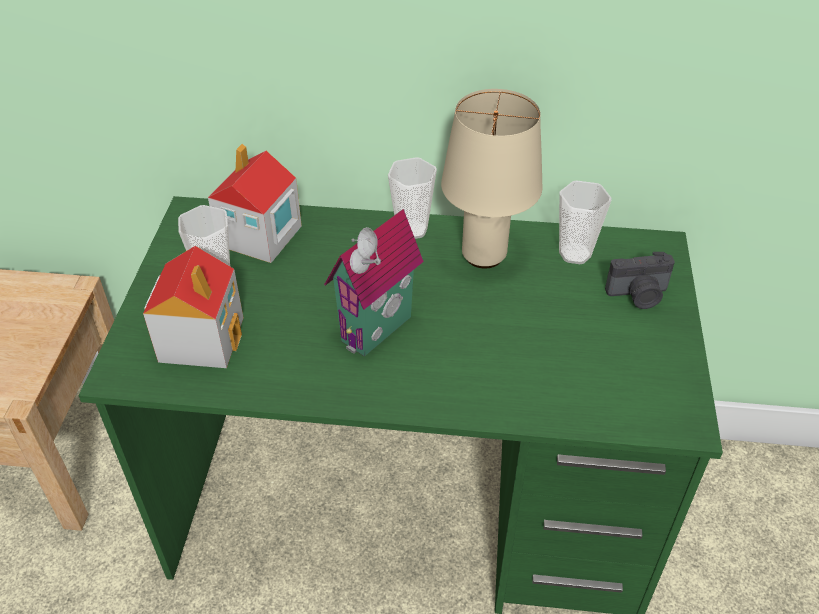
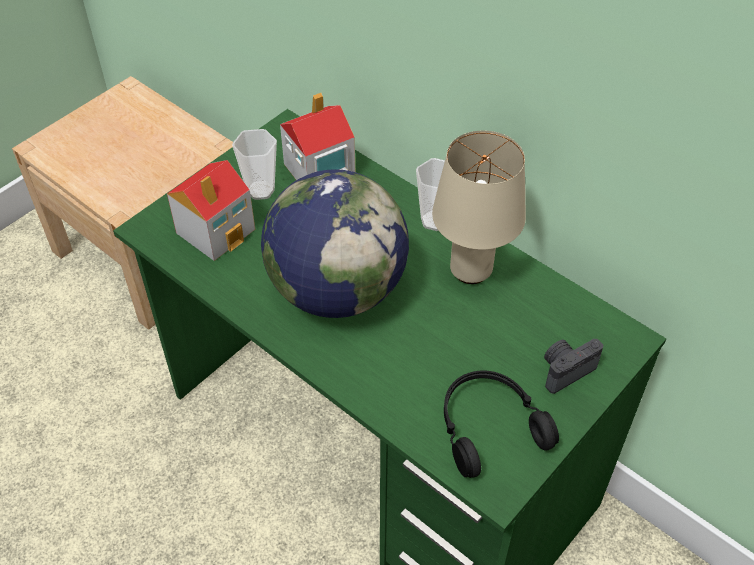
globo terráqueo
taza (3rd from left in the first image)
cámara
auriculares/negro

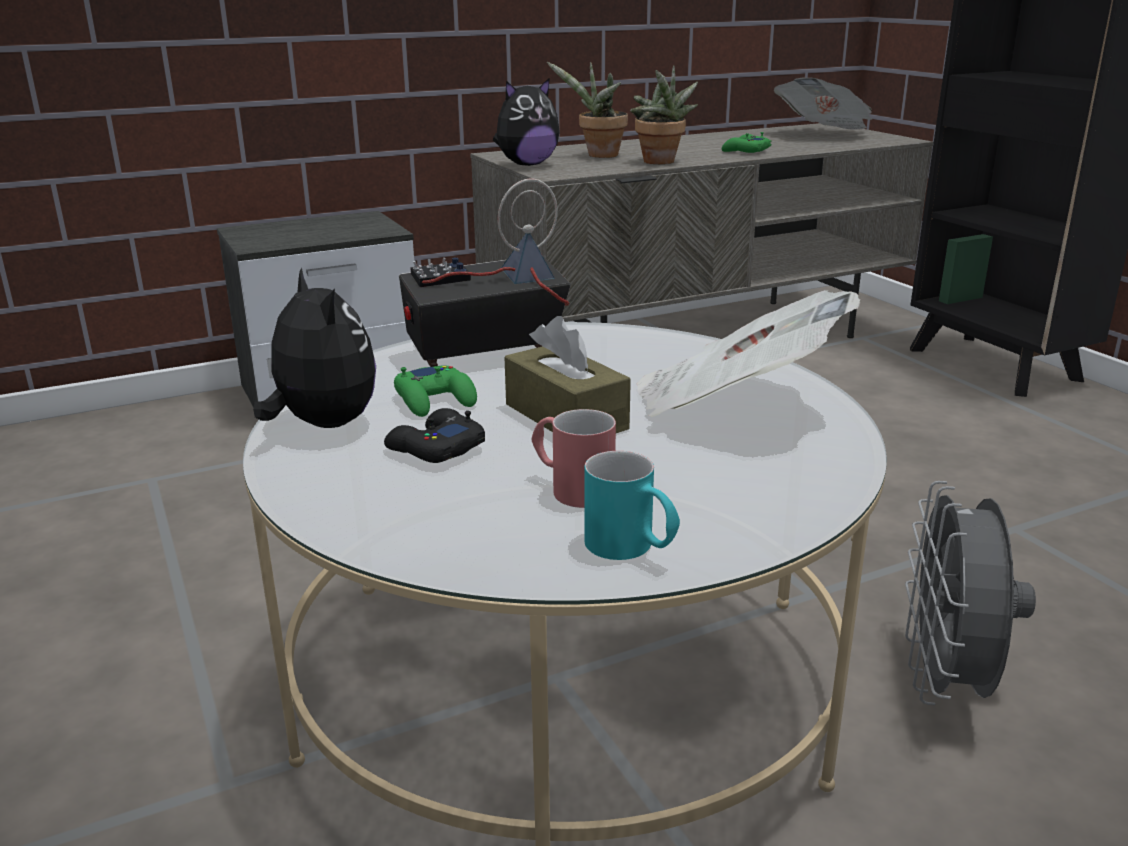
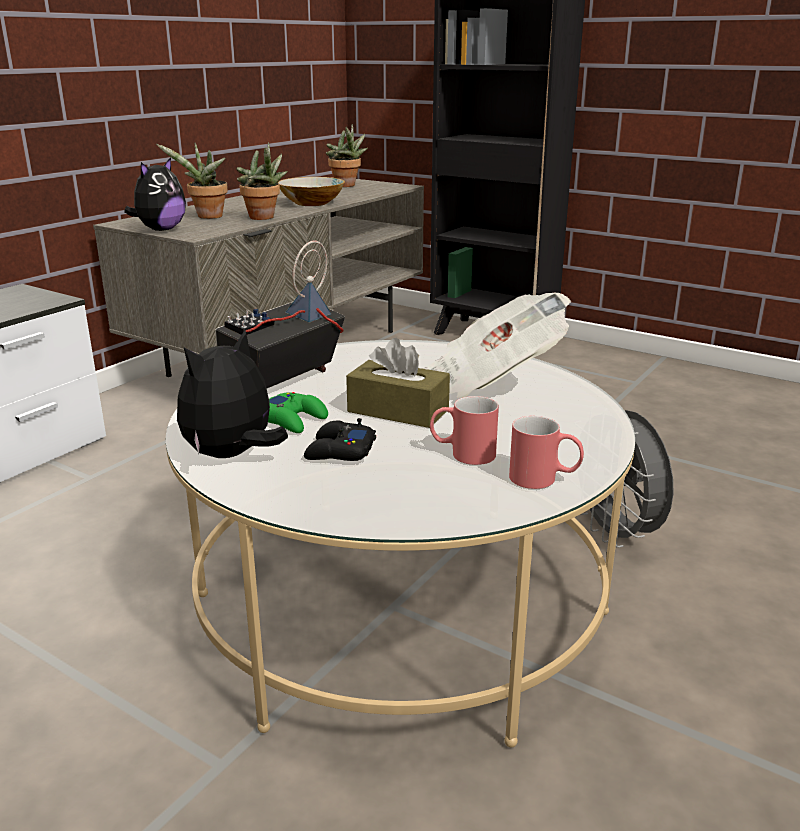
peluche (2nd from left)
taza grande/rojo (2nd from left)
cuenco
planta en maceta (3rd from left)

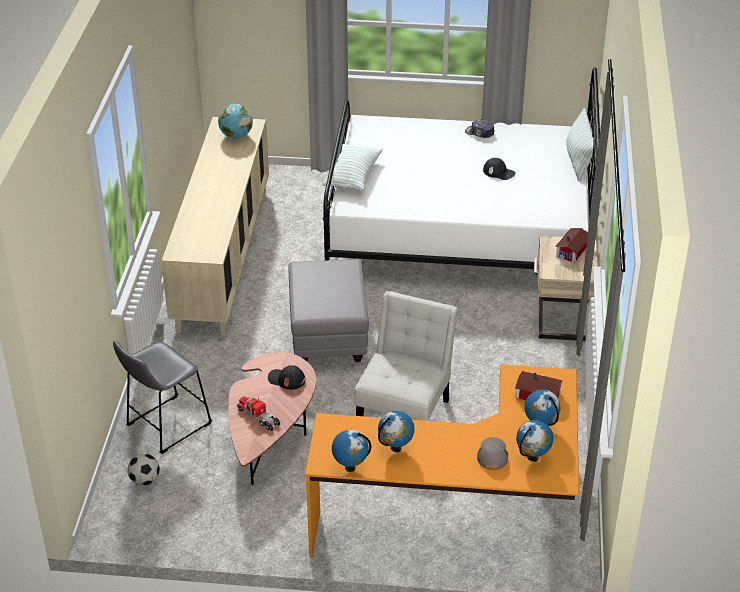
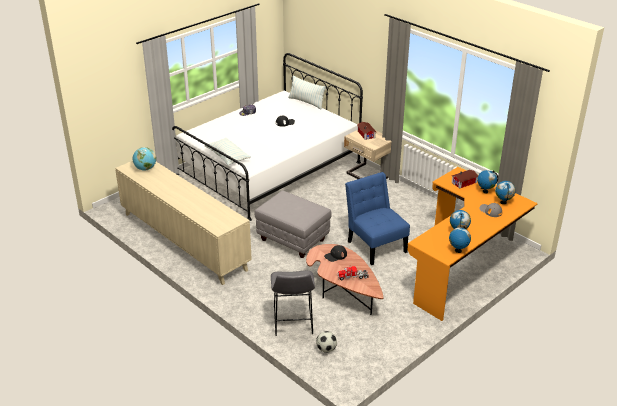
silla/azul

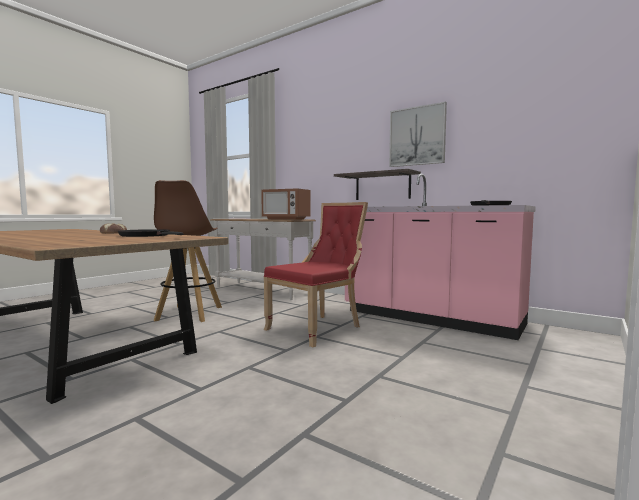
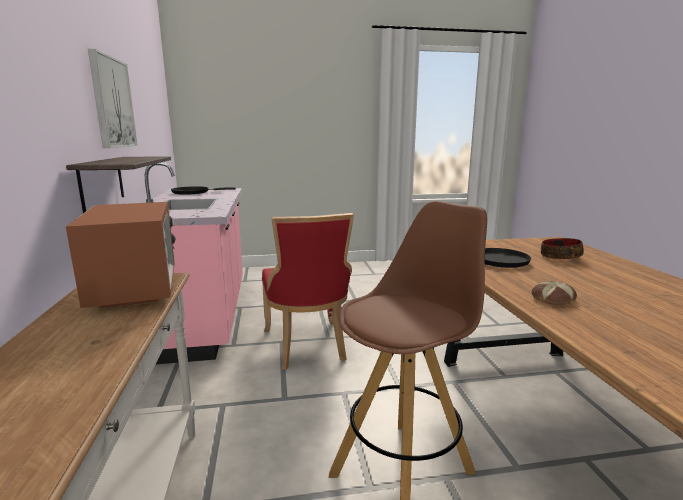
silla/rojo
cuenco

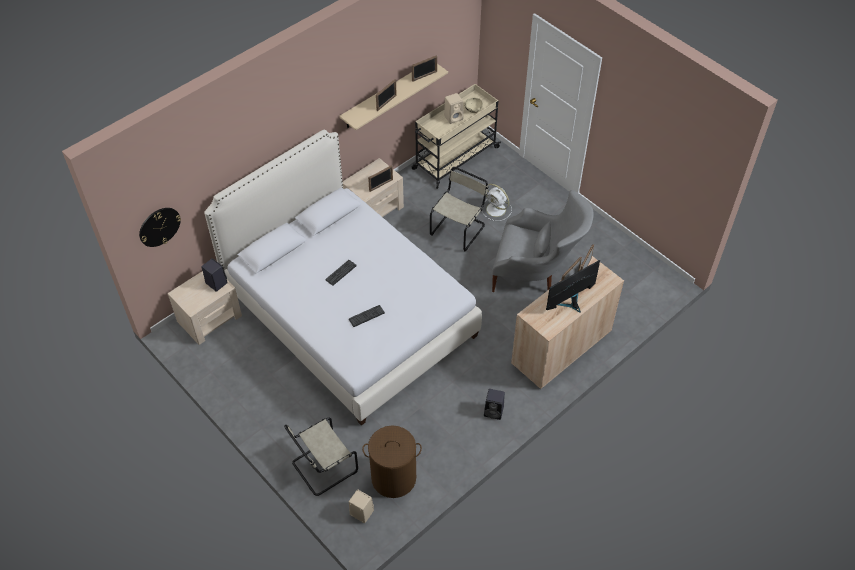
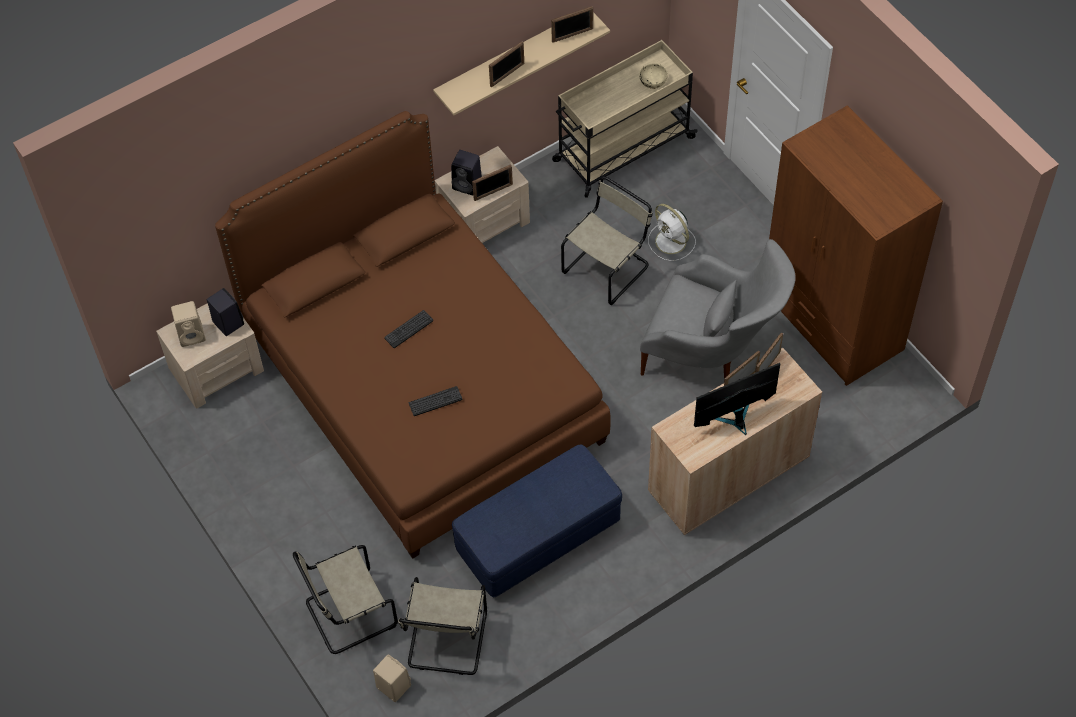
reloj de pared
cama/marrón
silla/beis (2nd from left)
altavoz/beis (1st from left)
altavoz/negro (2nd from left)
puf/azul
armario ropero/marrón

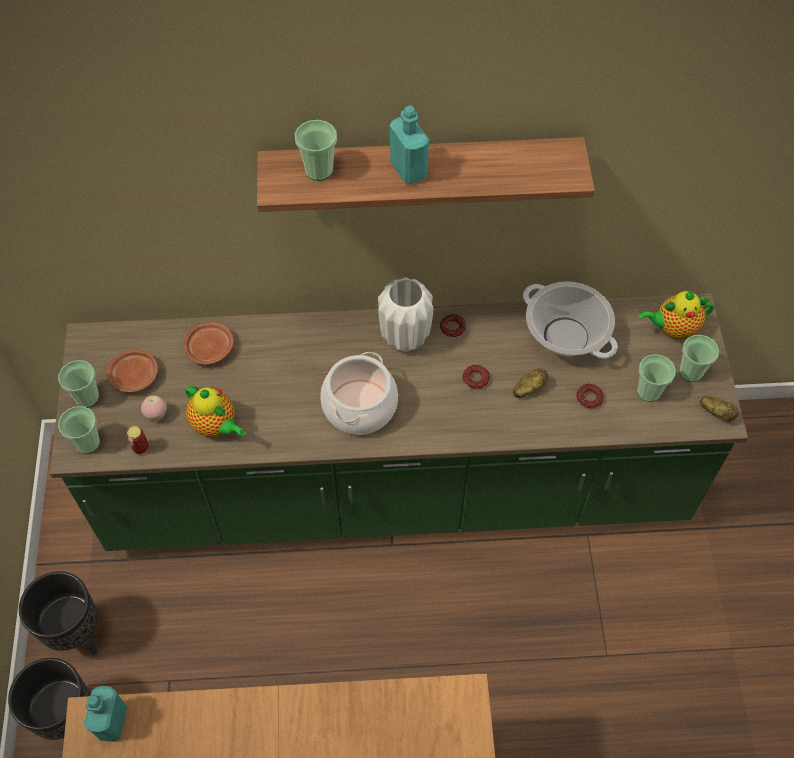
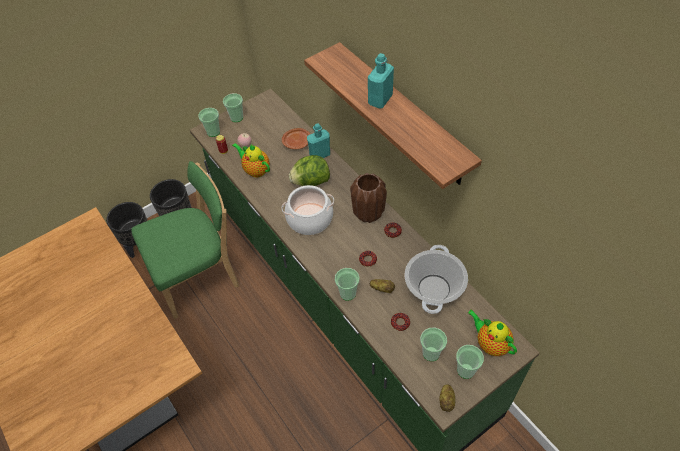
botella/turquesa (1st from left)
plato/marrón (1st from left in the first image)
tetera (1st from left)
taza (3rd from left)
florero/marrón
silla/verde
lechuga

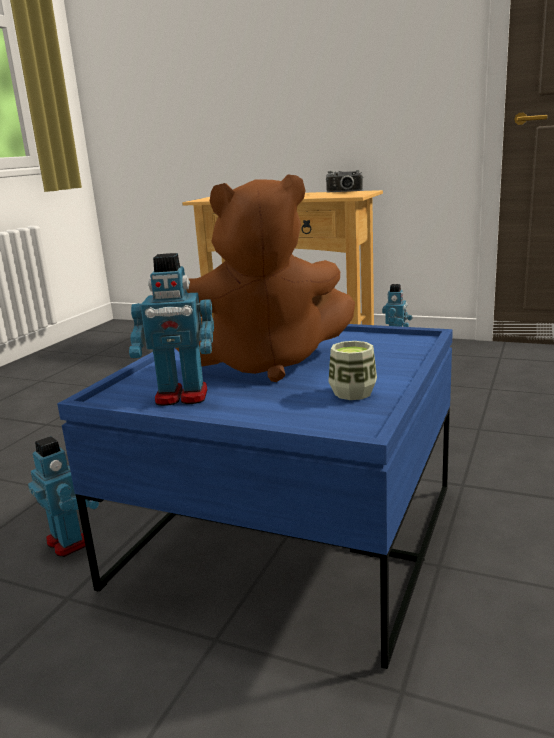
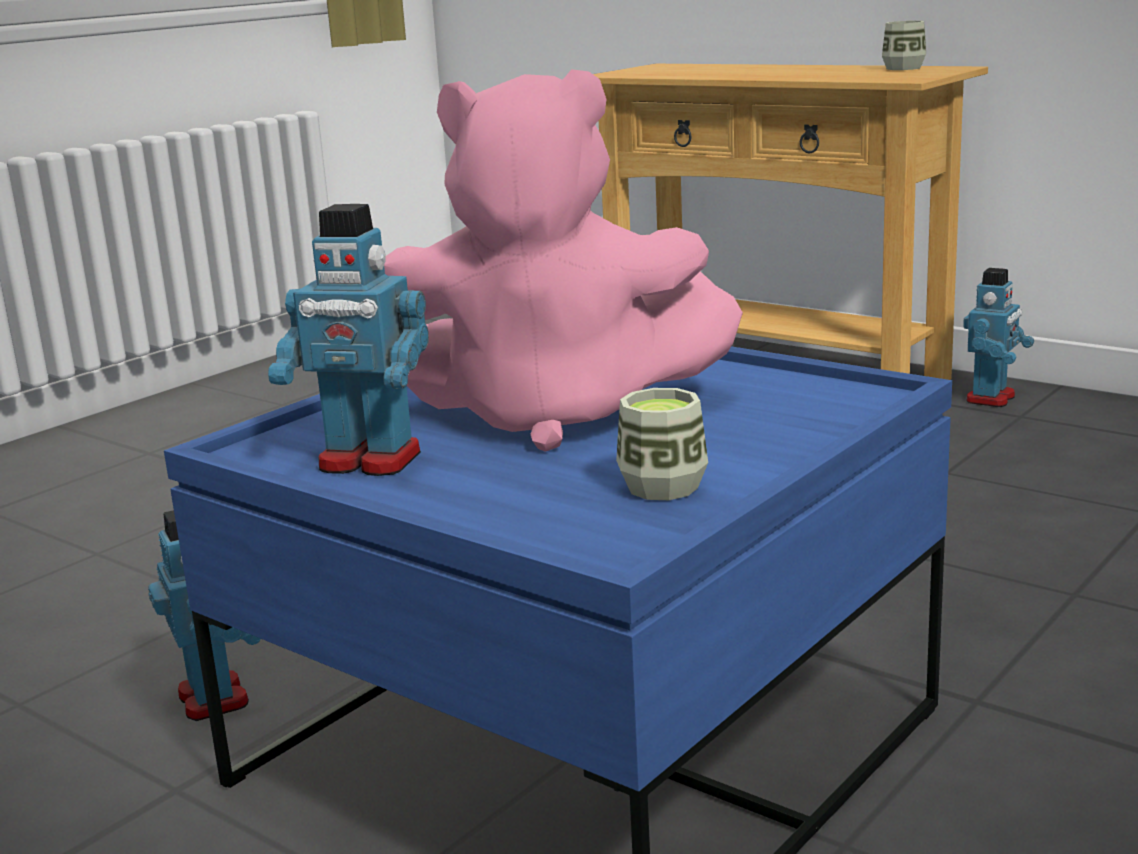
peluche/rosa
taza (2nd from left)

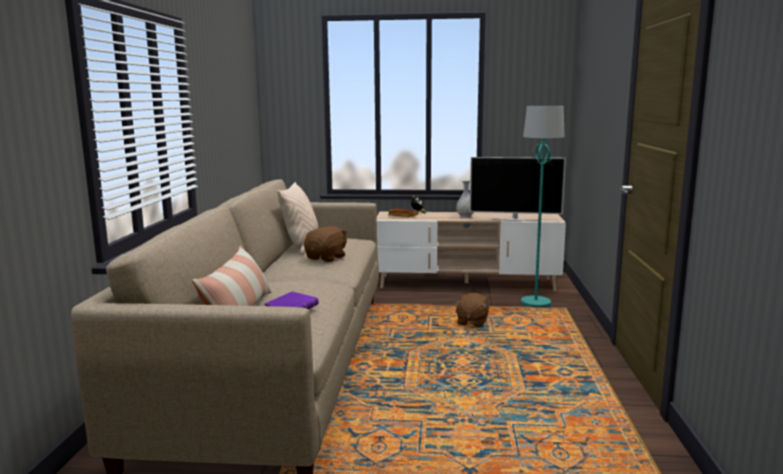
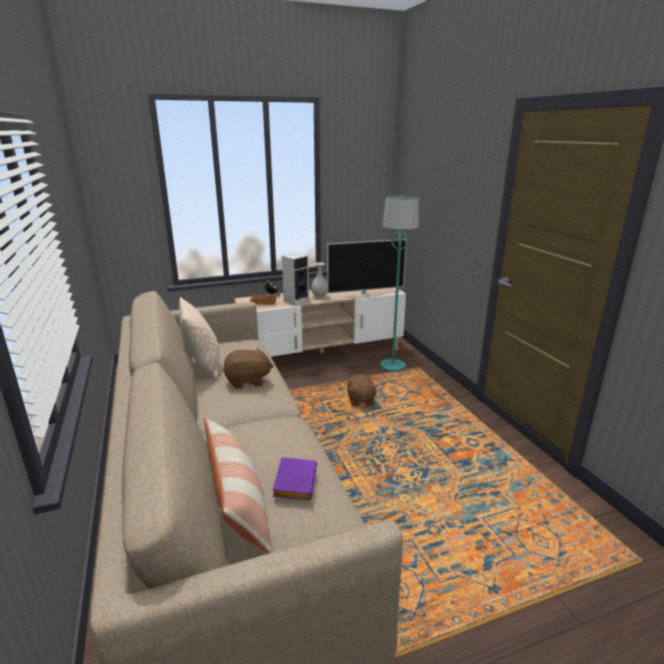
peluche/marrón (1st from left)
altavoz

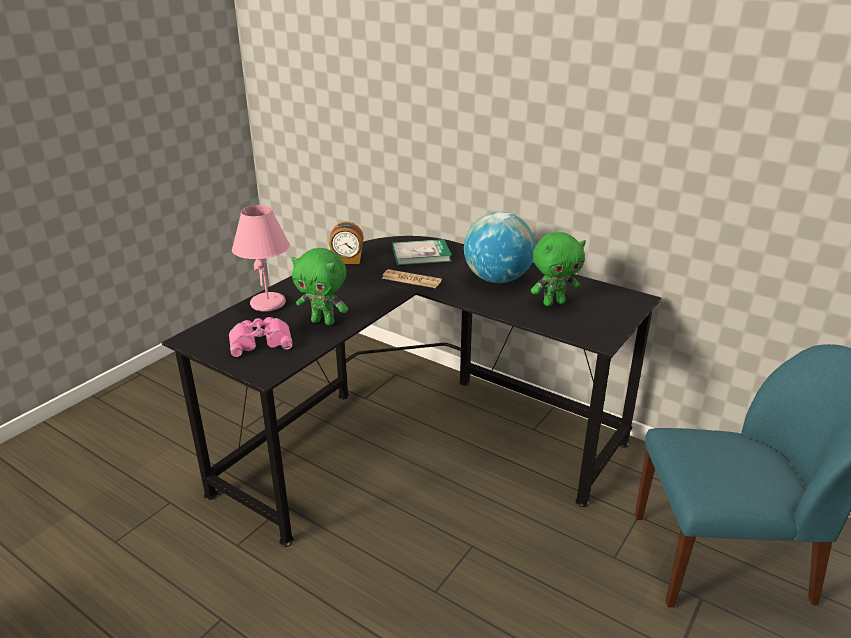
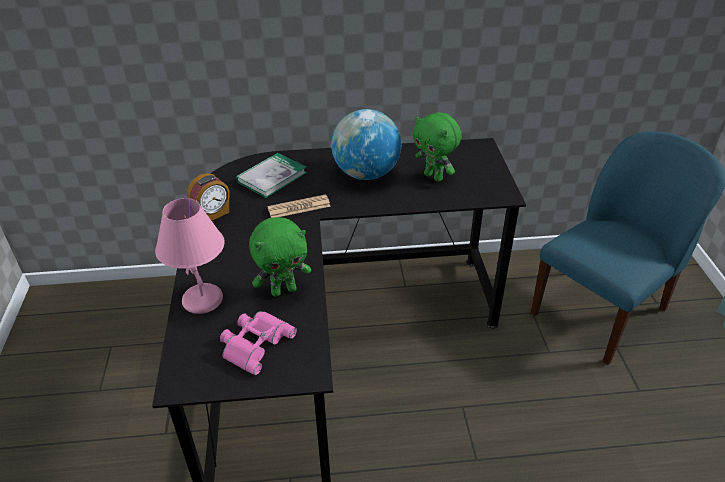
peluche/verde (2nd from left)

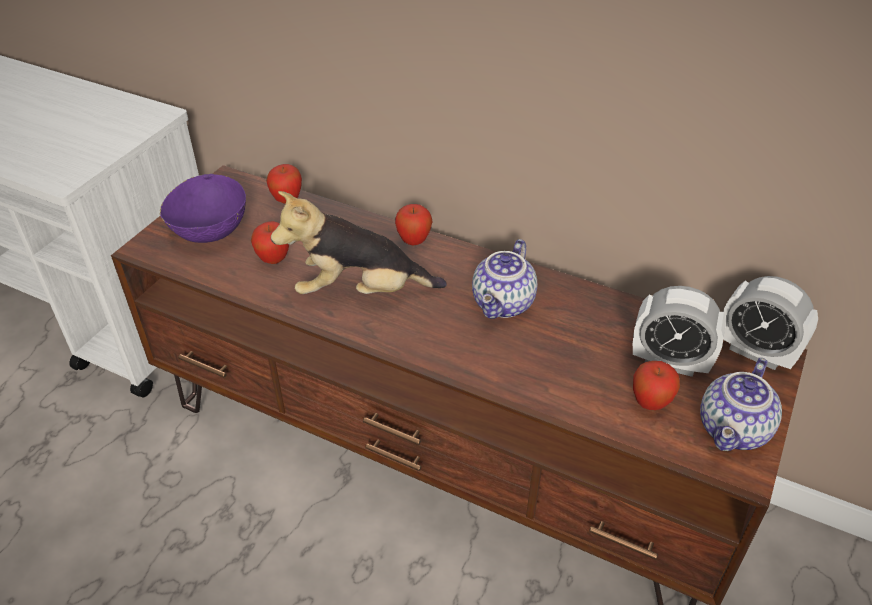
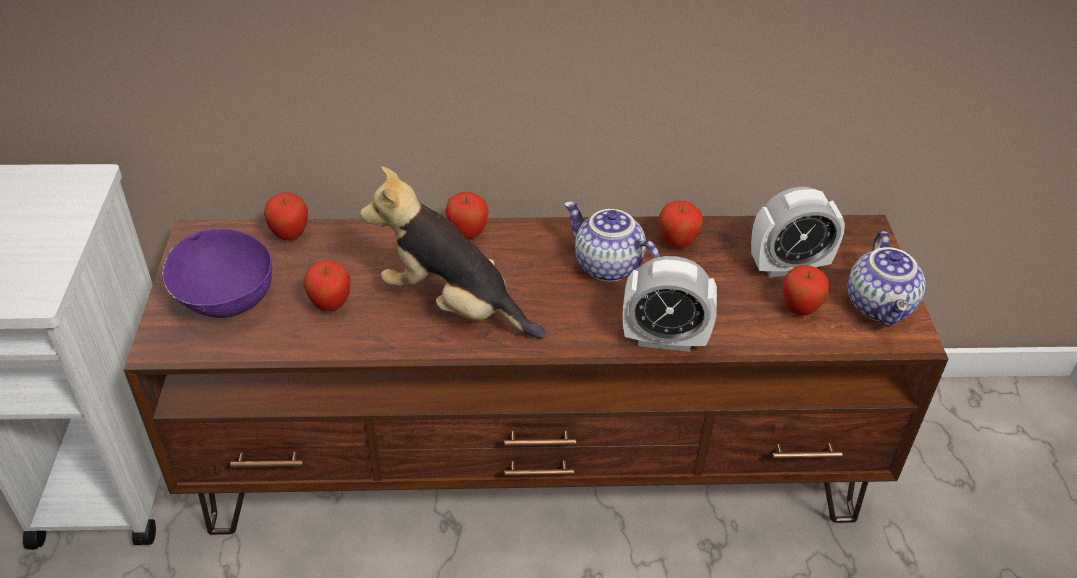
peluche
tetera (1st from left)
despertador (1st from left)
manzana (4th from left)

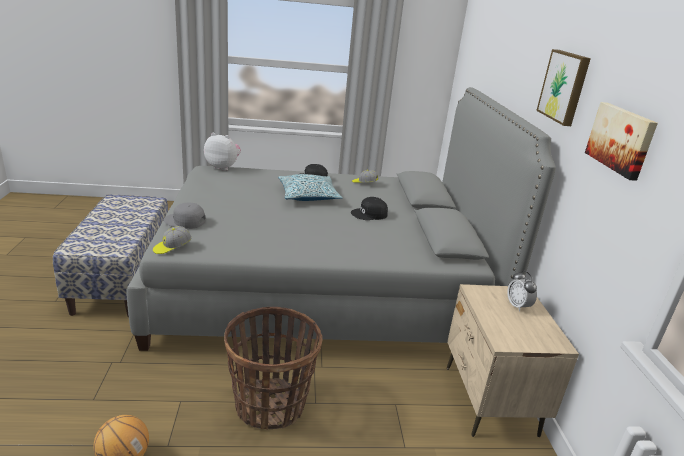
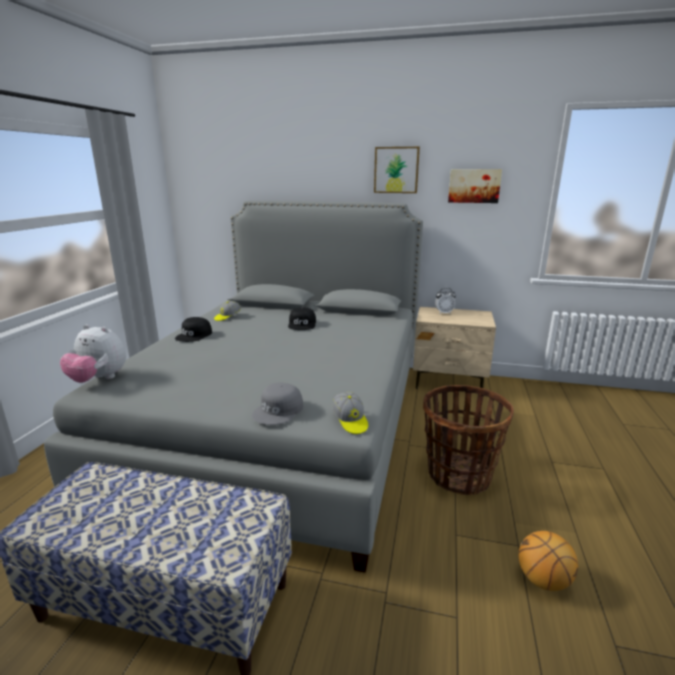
peluche
cojín

